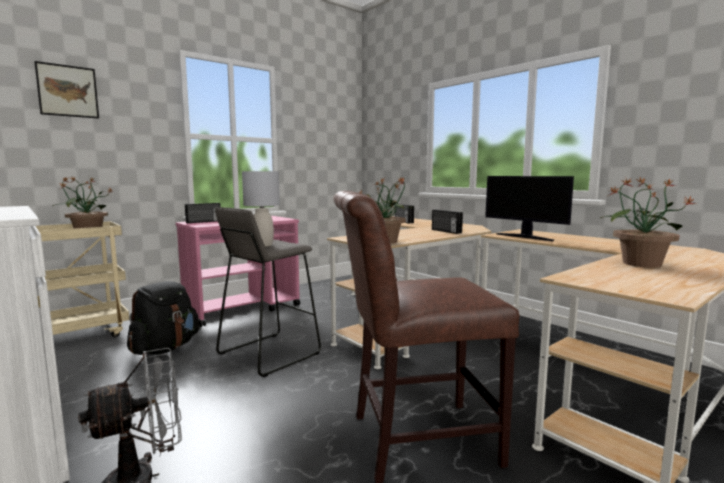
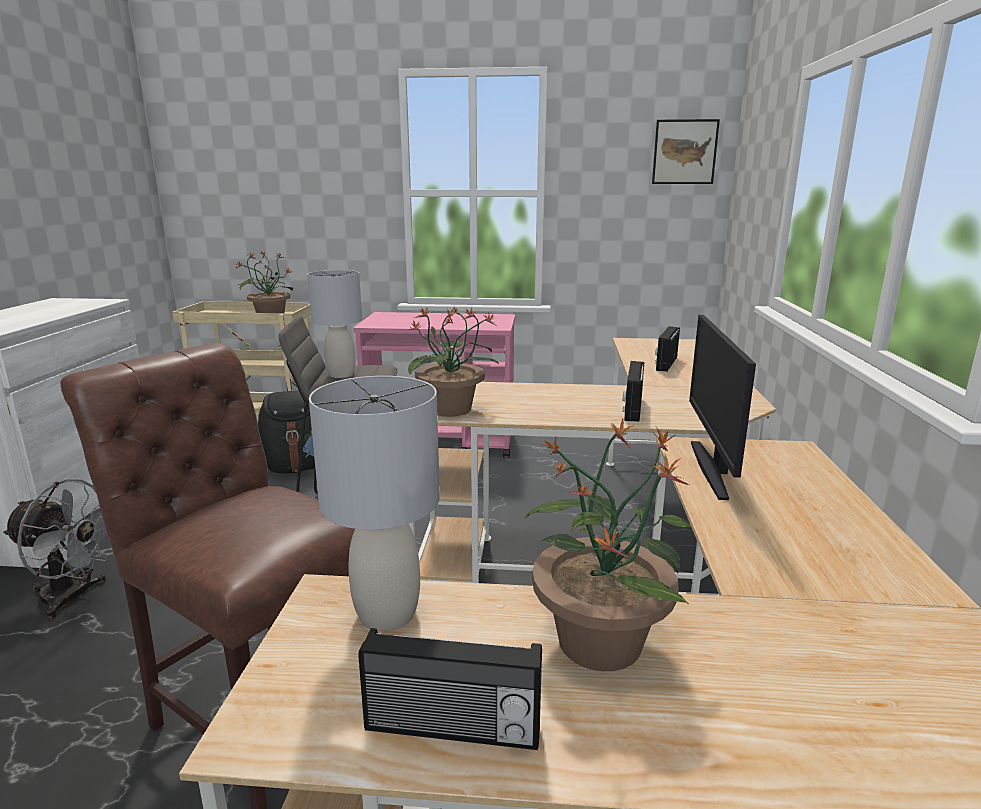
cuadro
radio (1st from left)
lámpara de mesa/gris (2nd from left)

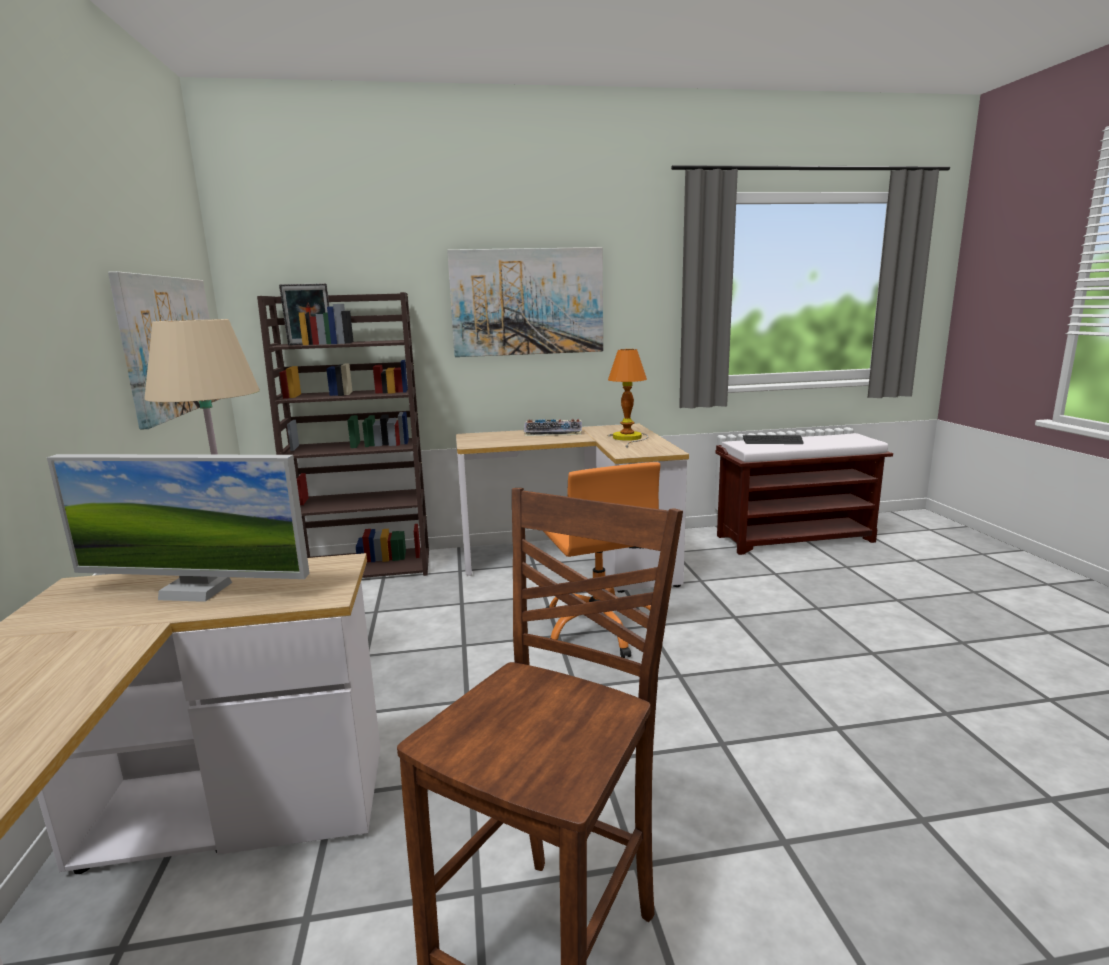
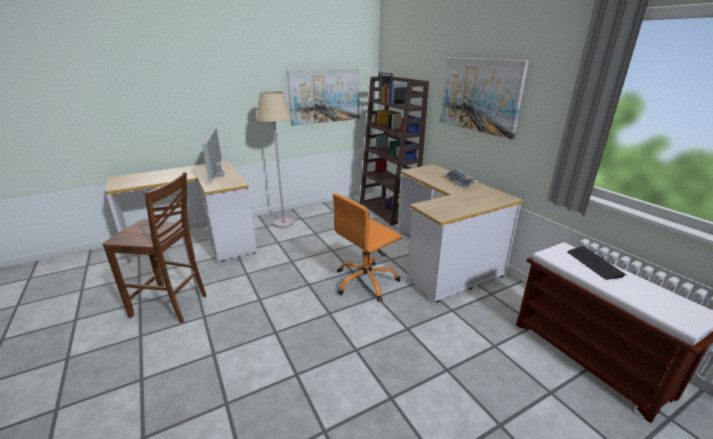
lámpara de mesa

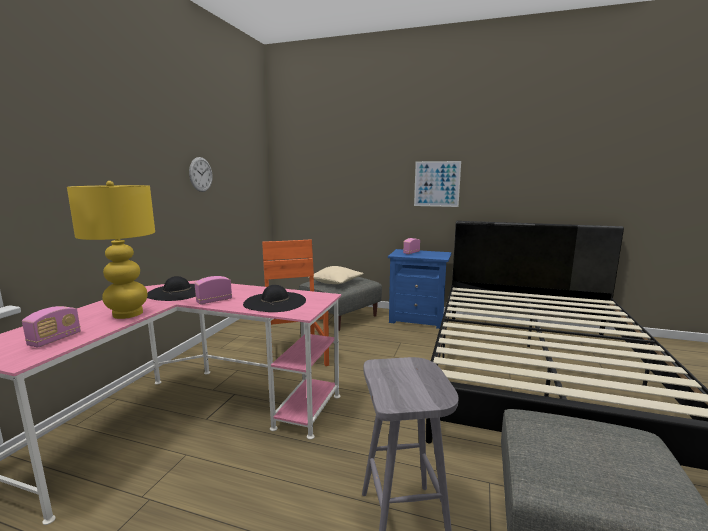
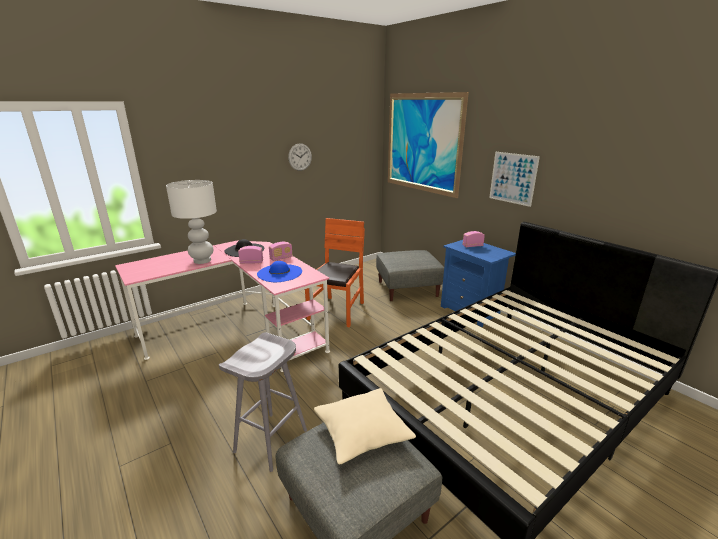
radio (2nd from left)
lámpara de mesa/blanco
sombrero/azul
cojín/beis
cuadro (1st from left)

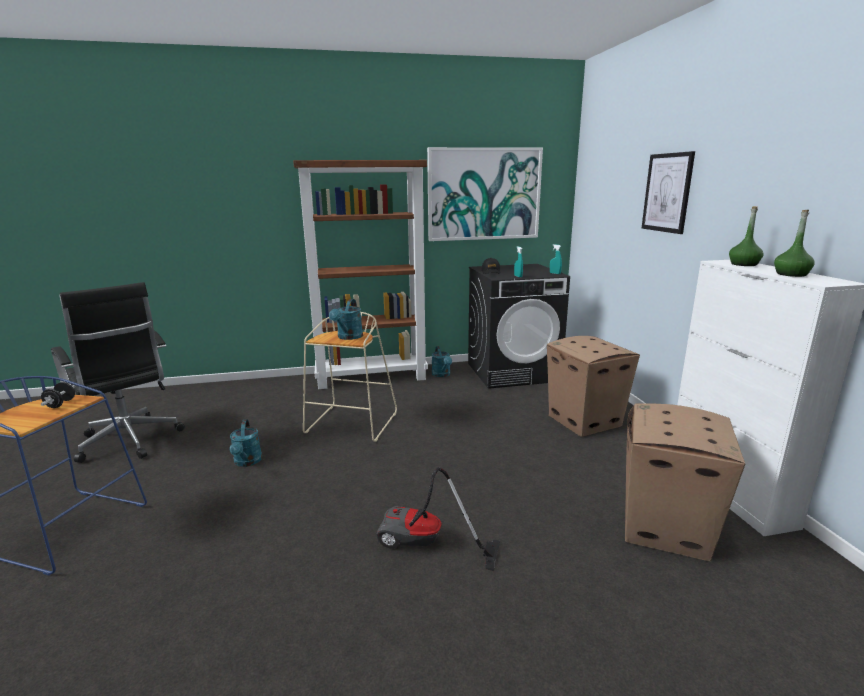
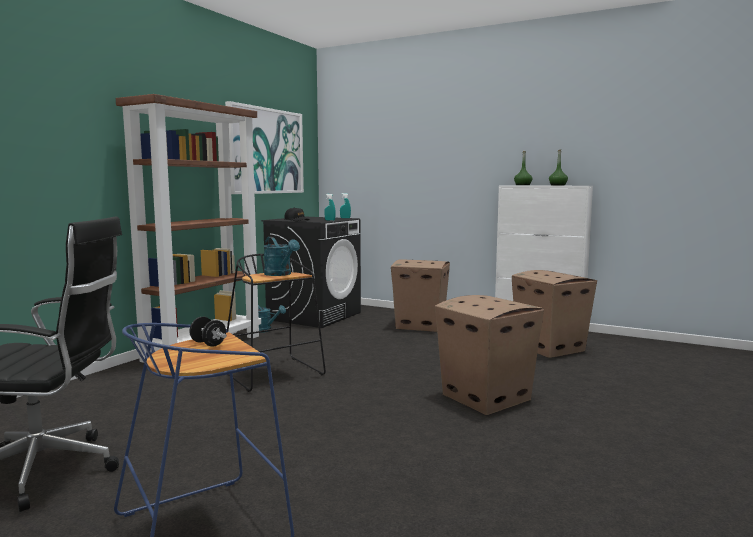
regadera/turquesa (1st from left in the first image)
taburete/negro
caja de cartón (2nd from left)
cuadro (2nd from left in the first image)

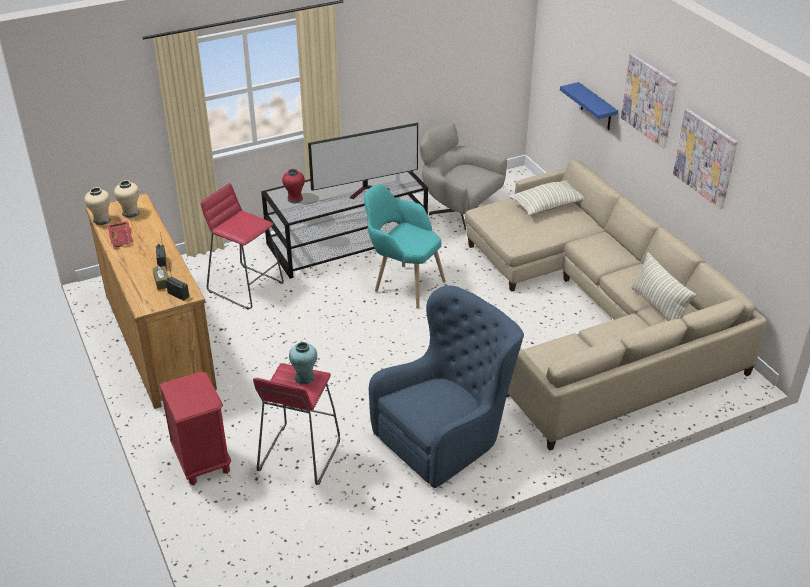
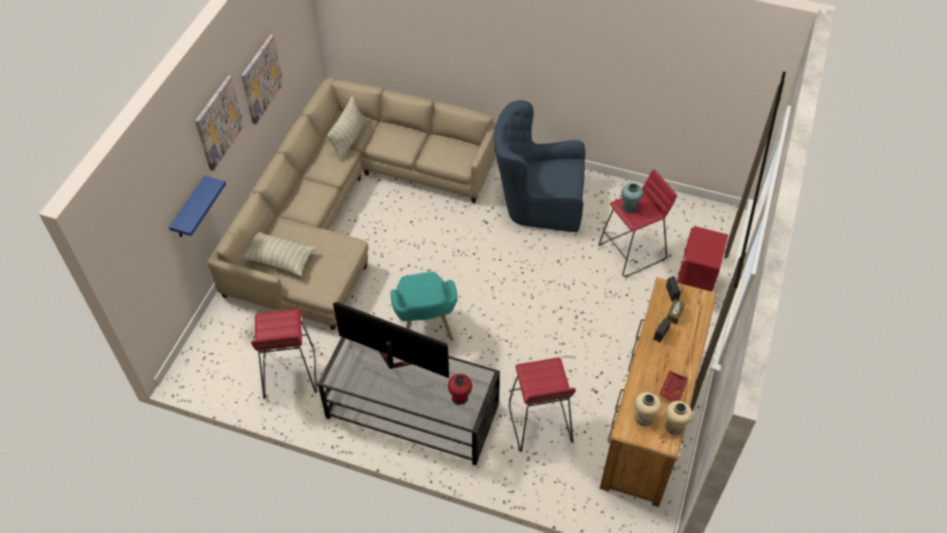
taburete/rojo (1st from left)

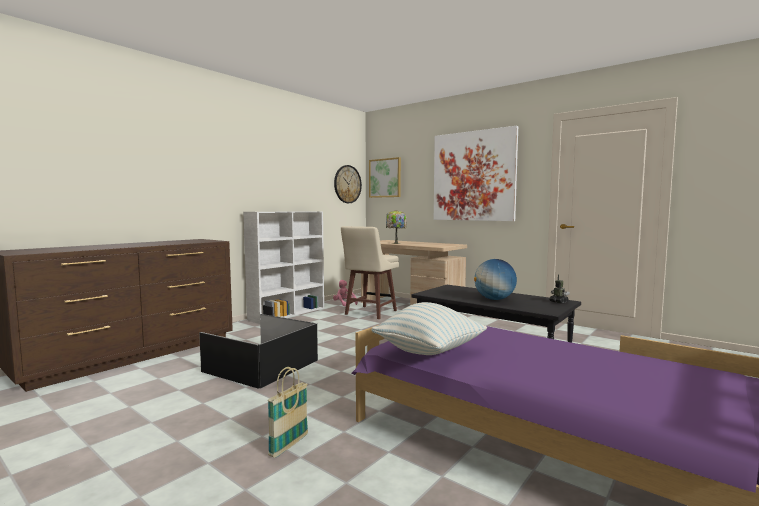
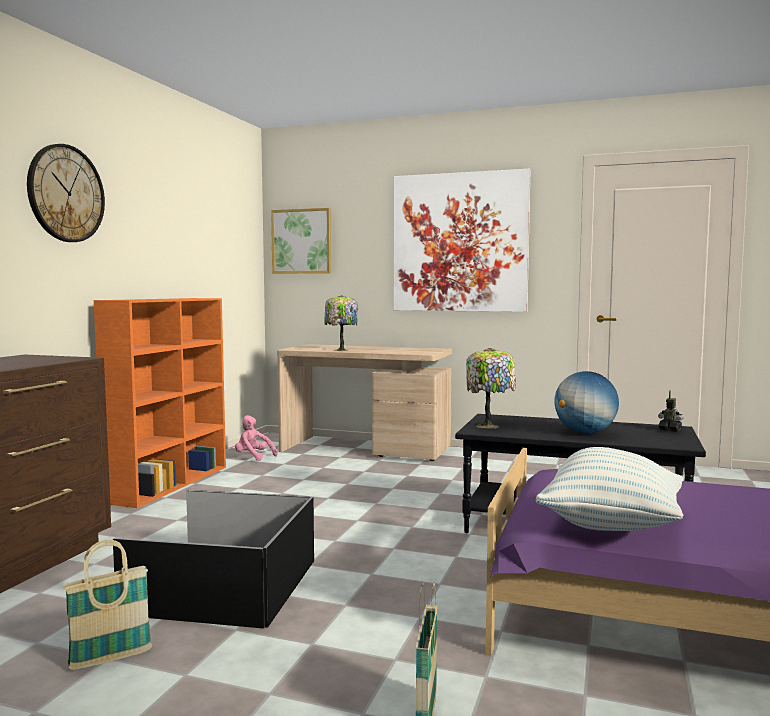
estantería/naranja
reloj de pared
taburete/beis
cesta (1st from left)
lámpara de mesa (2nd from left)

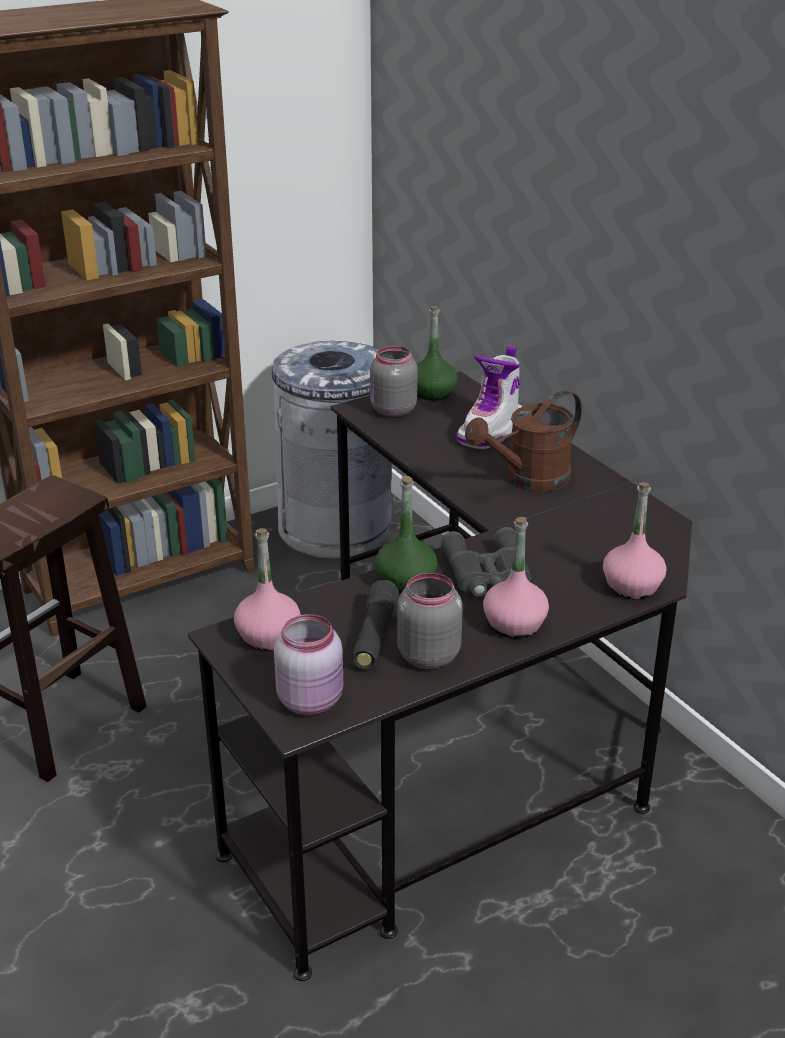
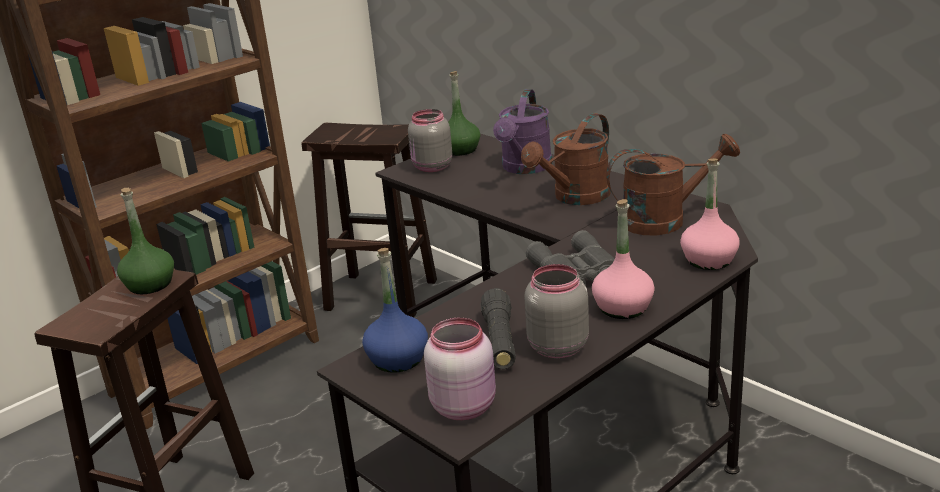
botella/azul
taburete/marrón (2nd from left)
botella/verde (1st from left)
regadera/morado
regadera/marrón (2nd from left)

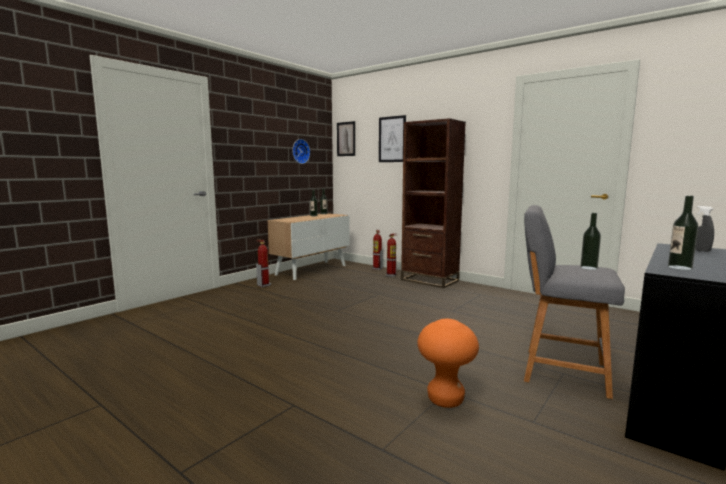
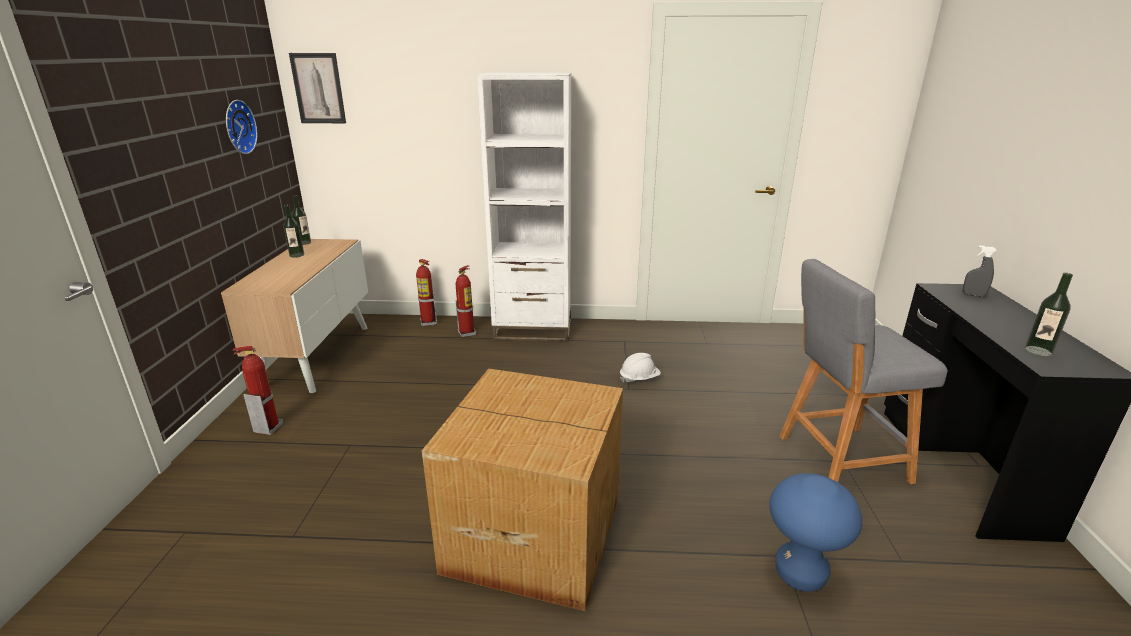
cuadro (2nd from left in the first image)
estantería/blanco
taburete/azul
botella (3rd from left in the first image)
caja de cartón
casco/blanco

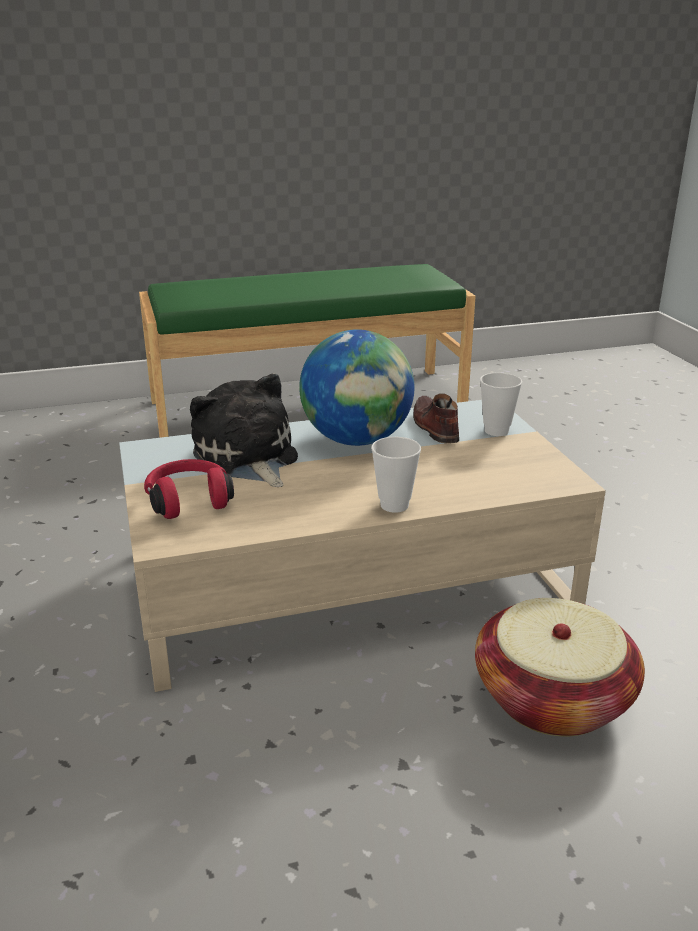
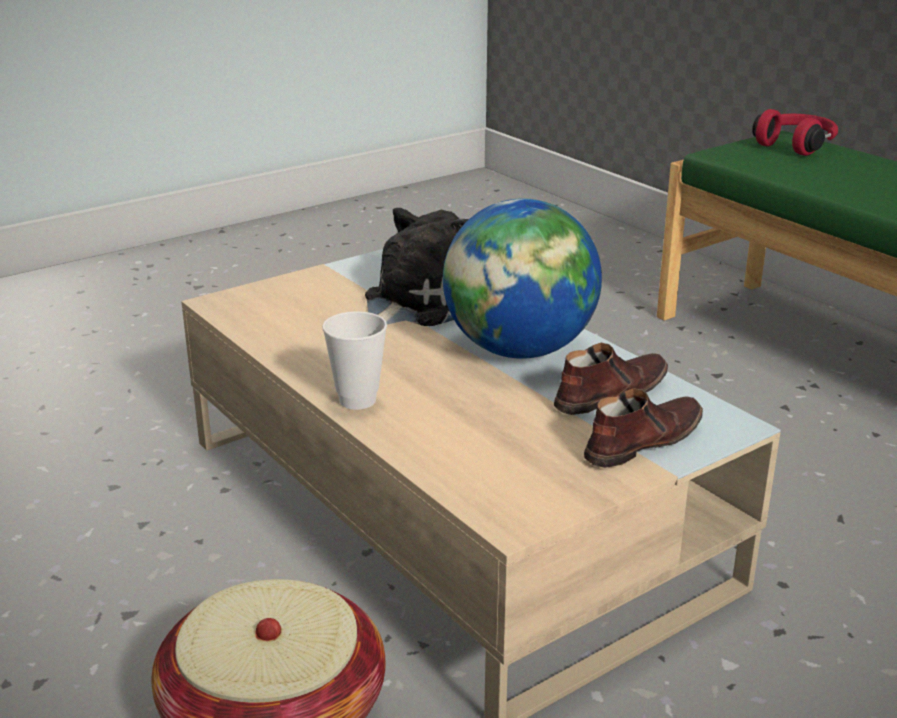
auriculares/rojo
zapato/marrón (2nd from left)

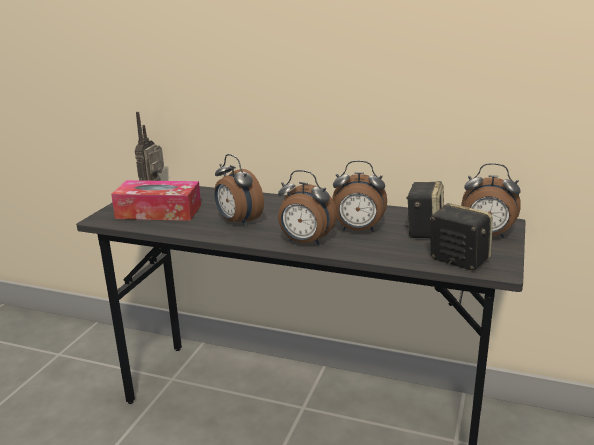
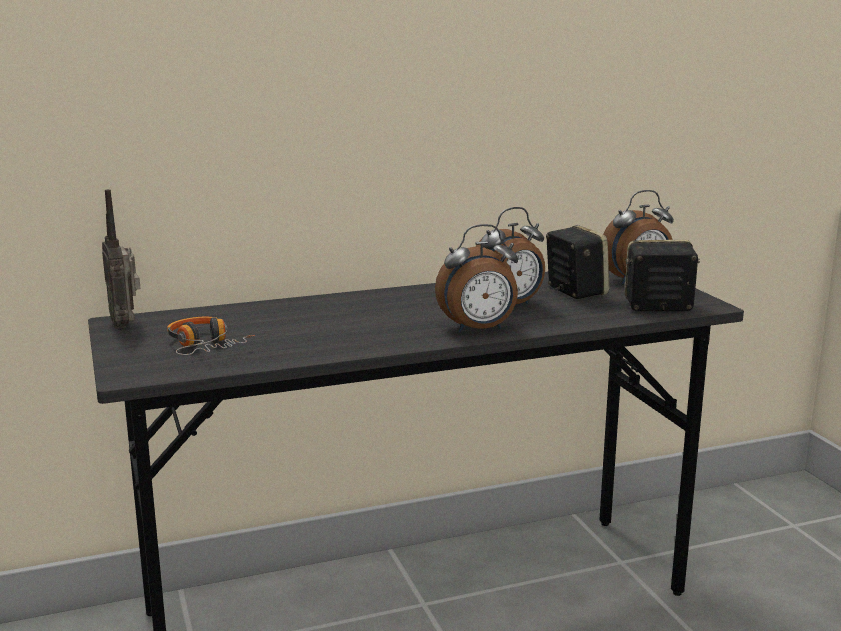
auriculares
despertador (1st from left in the first image)

